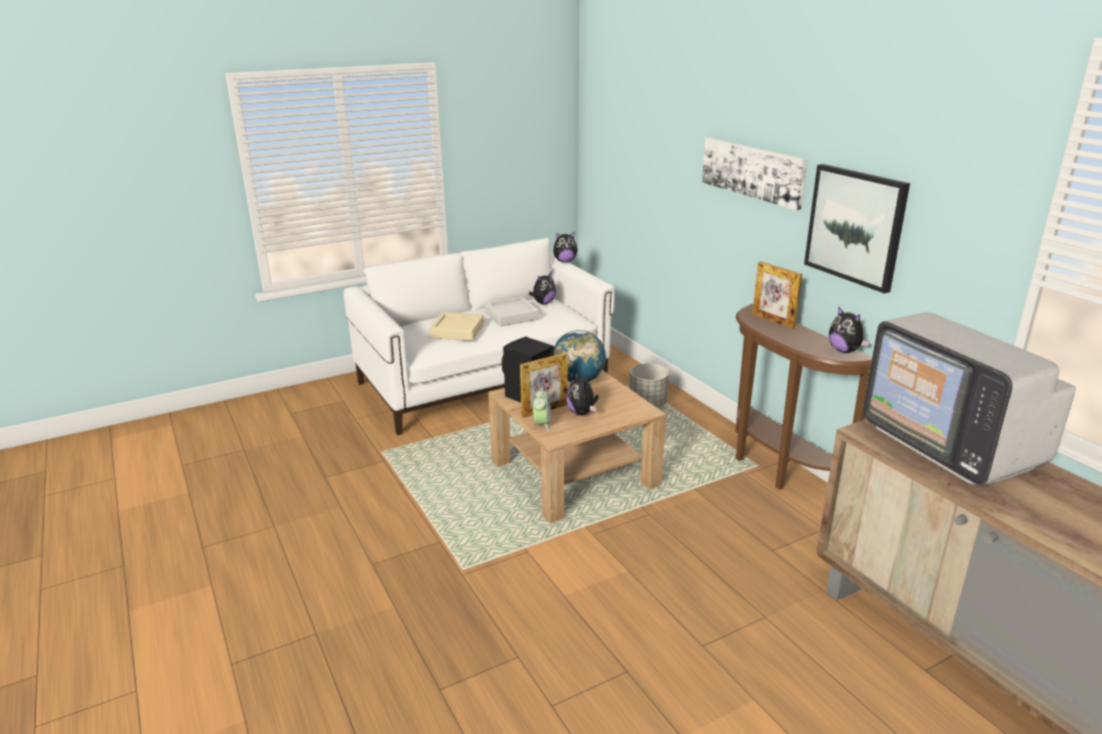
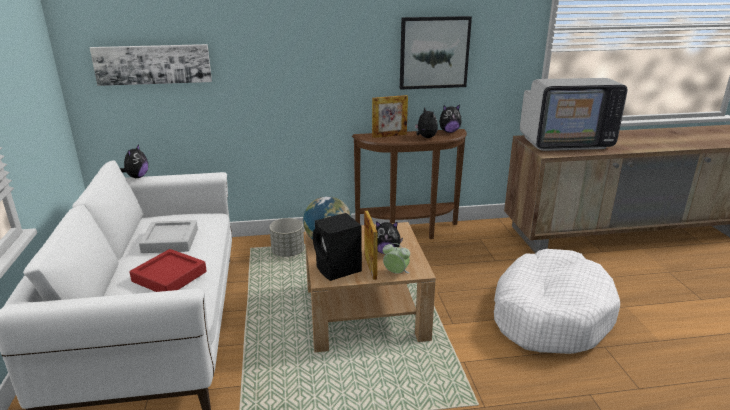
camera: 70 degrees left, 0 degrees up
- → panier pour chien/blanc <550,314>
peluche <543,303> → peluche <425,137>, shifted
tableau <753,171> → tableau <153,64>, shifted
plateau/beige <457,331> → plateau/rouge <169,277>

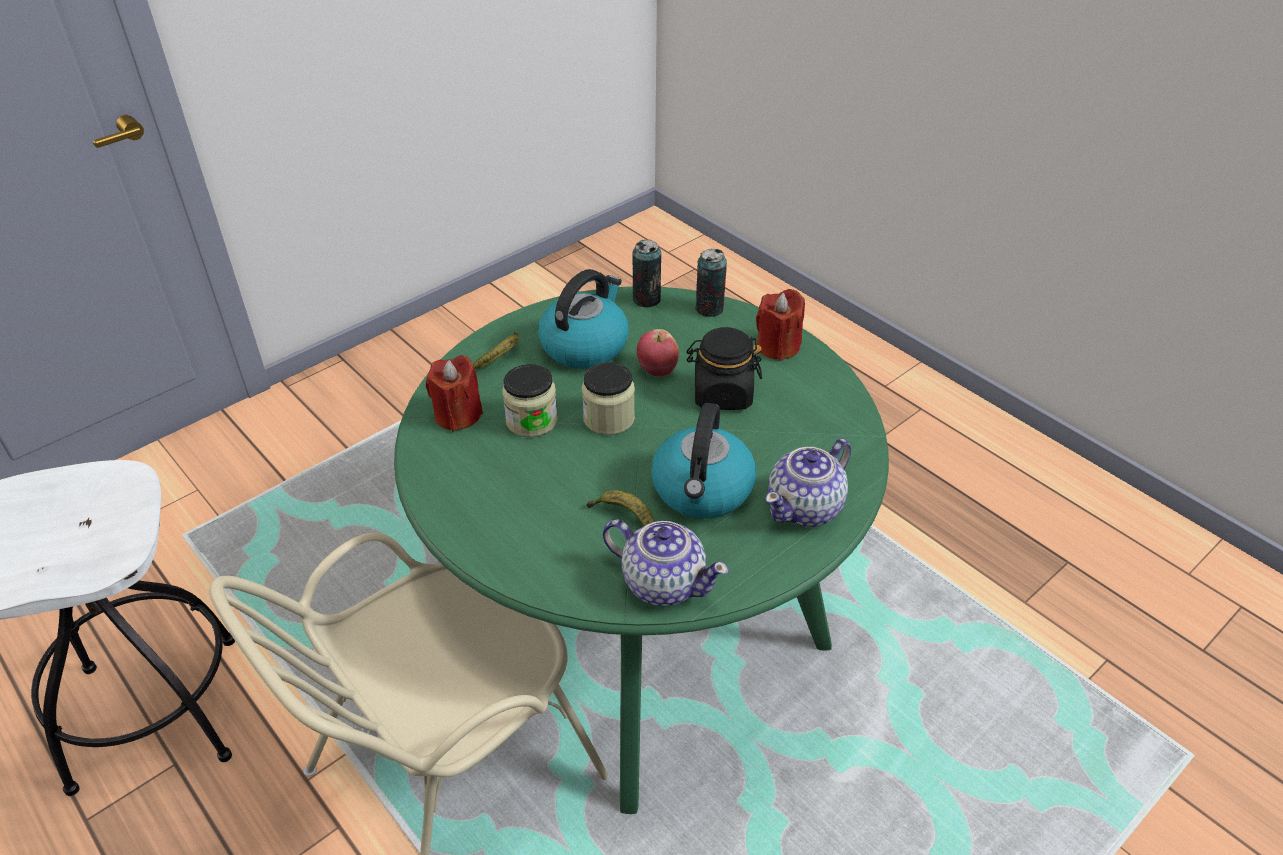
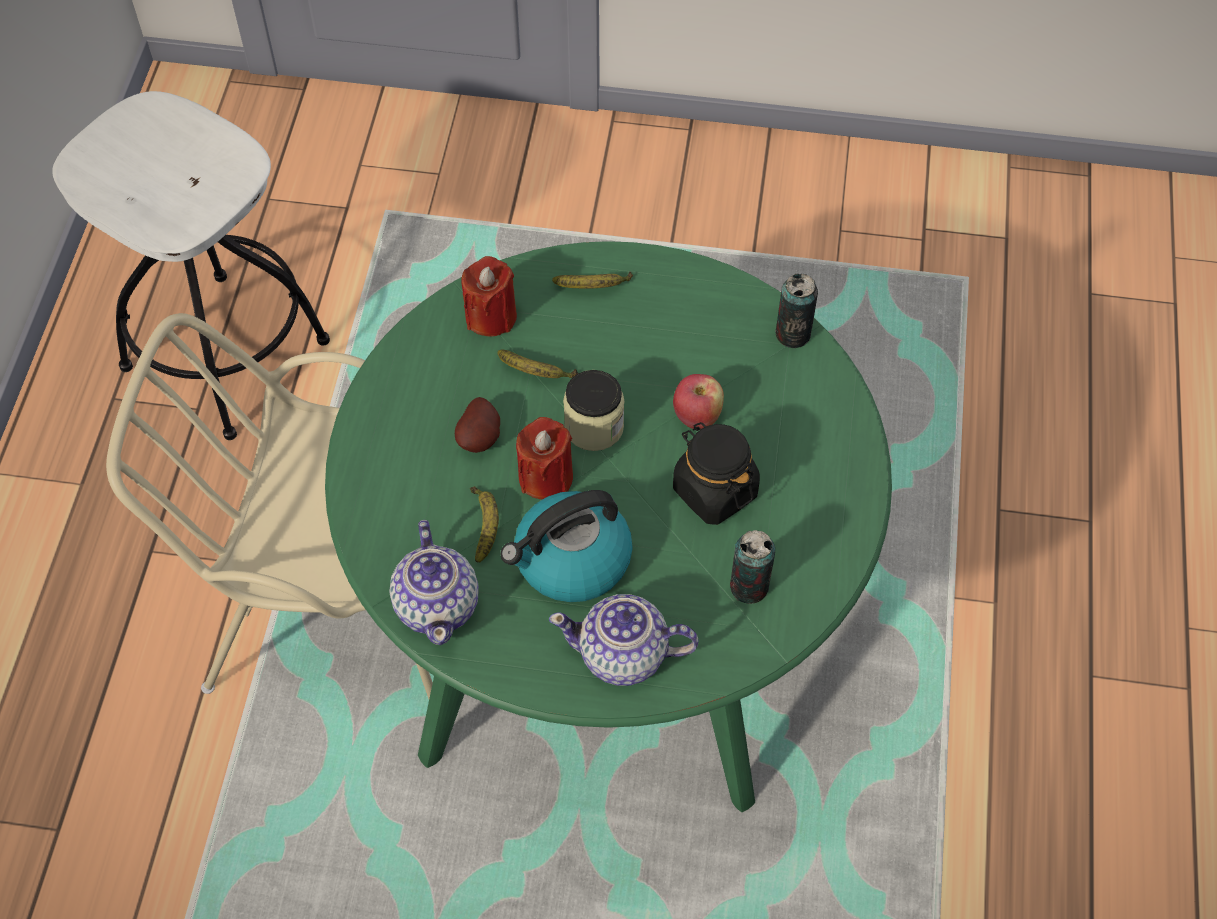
camera: 50 degrees right, 15 degrees up
bouilloire <585,345> → -
- → pomme de terre <481,438>
boîte métallique <709,309> → boîte métallique <749,587>, shifted
bougie/rouge <778,346> → bougie/rouge <545,477>, shifted
bocal <531,420> → banane <535,373>

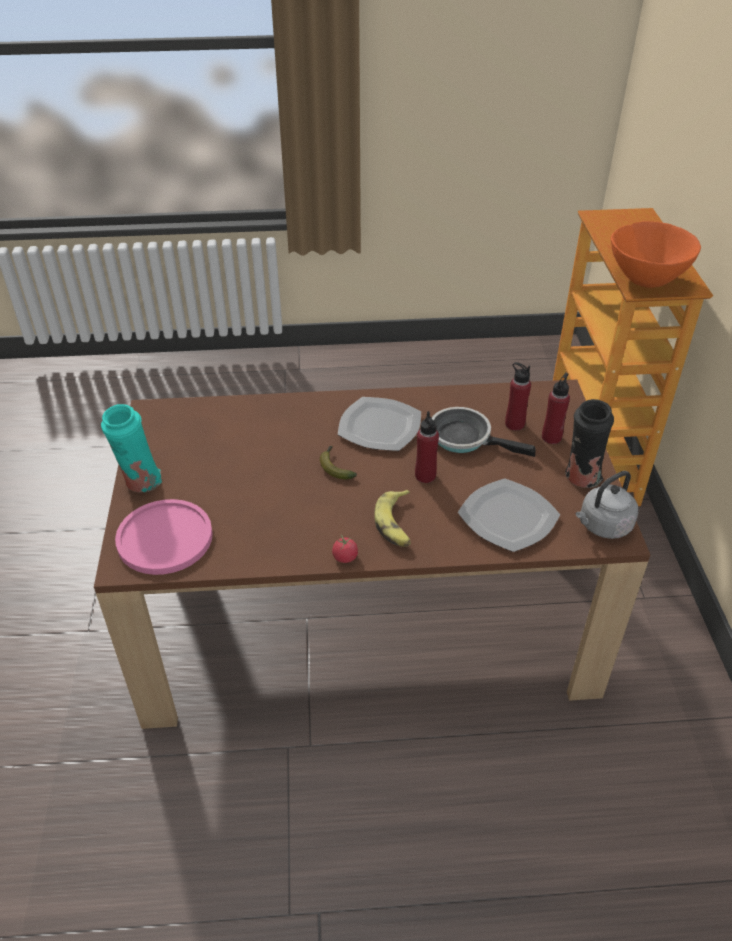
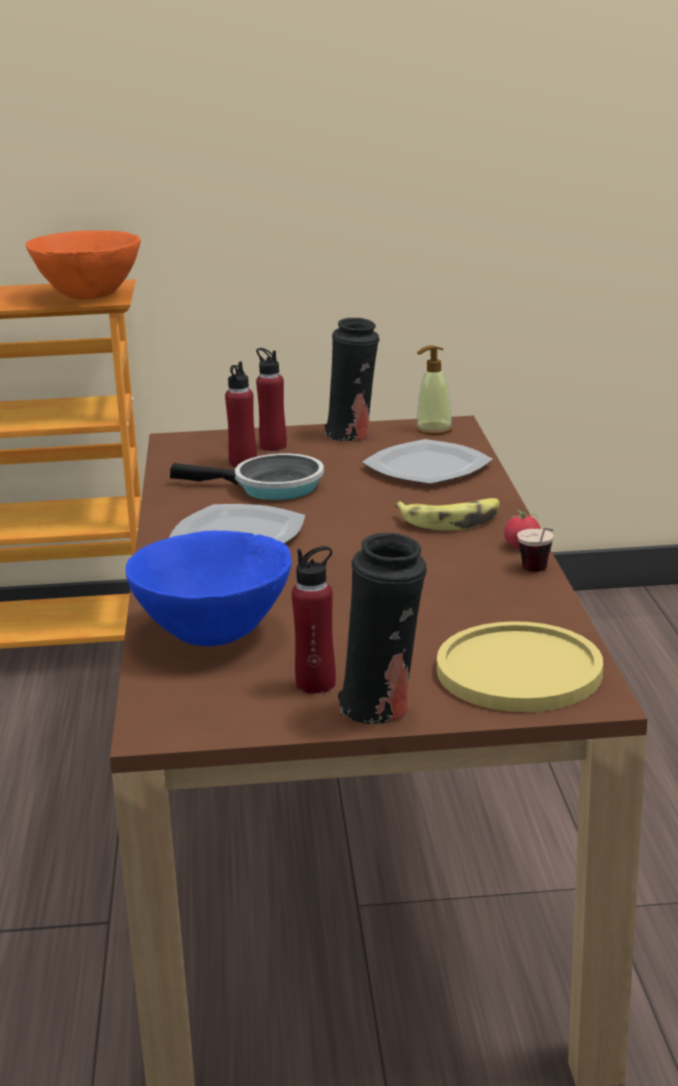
camera: 90 degrees left, 20 degrees down
banane <335,467> → -
- → bol/bleu <214,636>
- → tasse <539,573>
bouteille/rouge <425,476> → bouteille/rouge <316,684>, shifted
bouilloire/gris <603,526> → distributeur de savon <433,430>
vase/turquoise <140,483> → vase/noir <383,709>
assiette/rose <165,538> → assiette/jaune <519,671>
poêle <465,438> → poêle <270,487>, 105 degrees counterclockwise

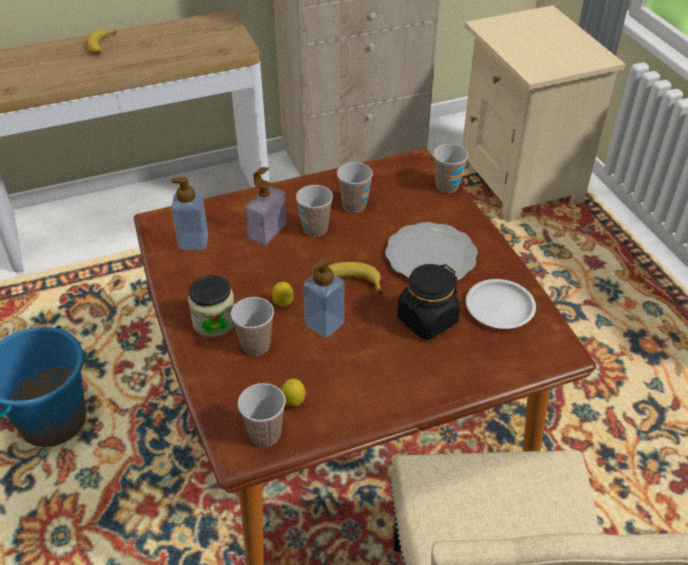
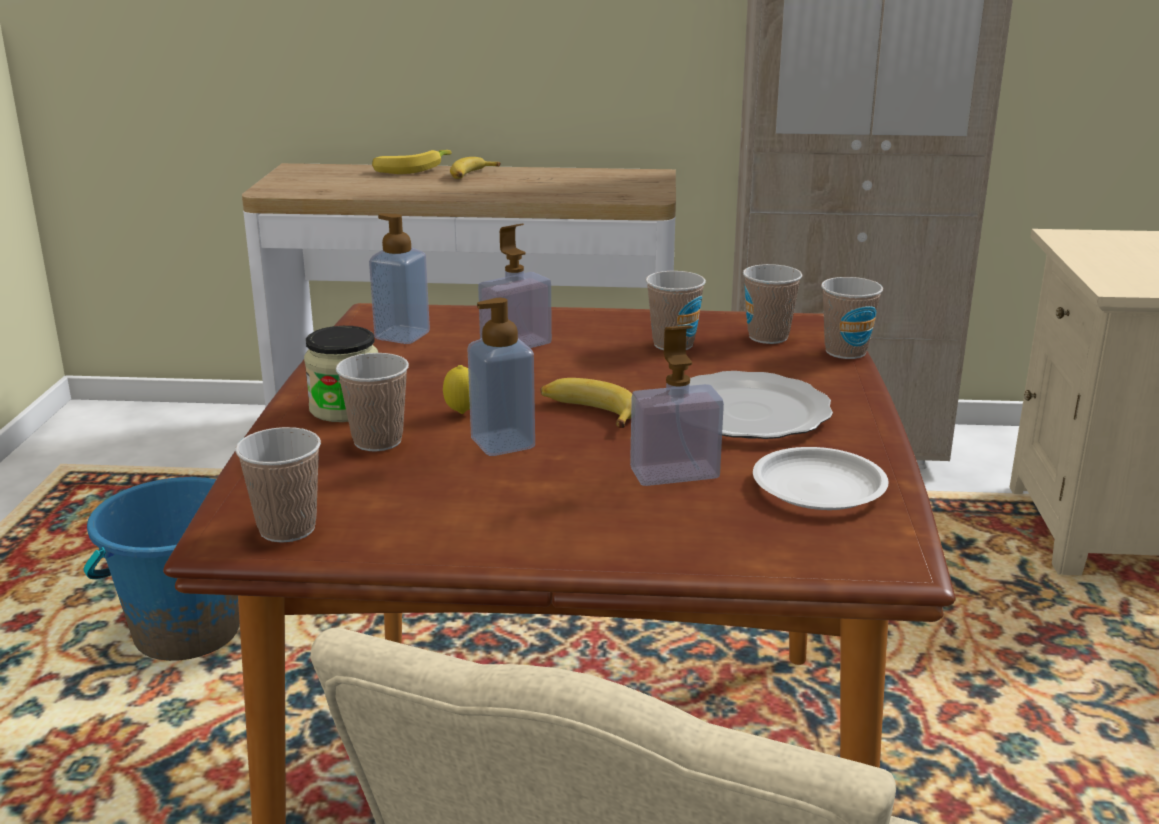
camera: 25 degrees right, 20 degrees down
citron <294,403> → -
- → banane <411,169>
tasse <315,229> → tasse <768,337>, shifted
bocal/noir <427,320> → distributeur de savon <674,473>

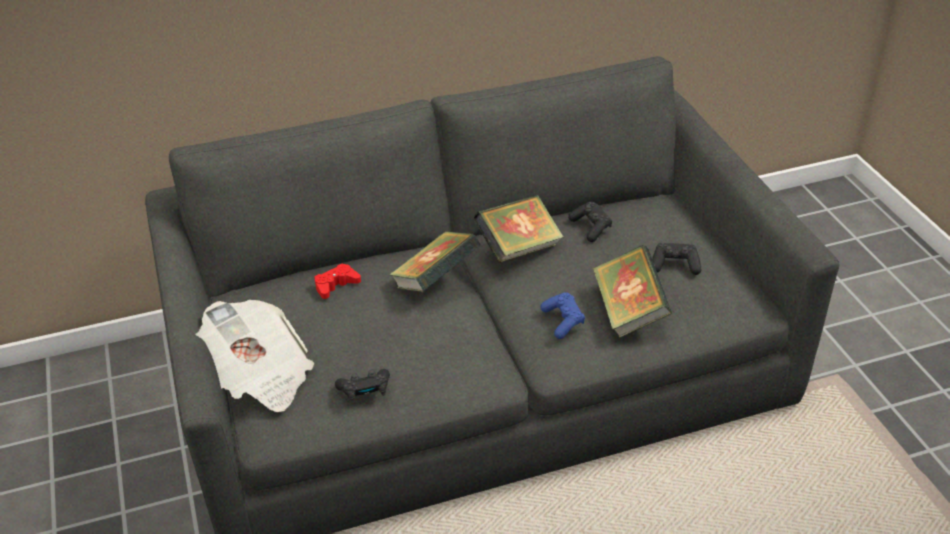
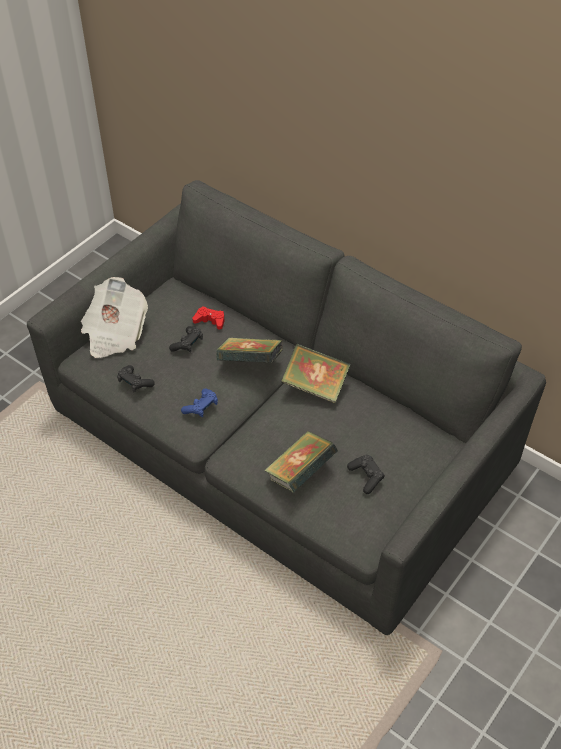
camera: 55 degrees right, 10 degrees up
manette/bleu <563,321> → manette/bleu <201,407>, shifted
manette/noir <591,228> → manette/noir <187,344>, shifted

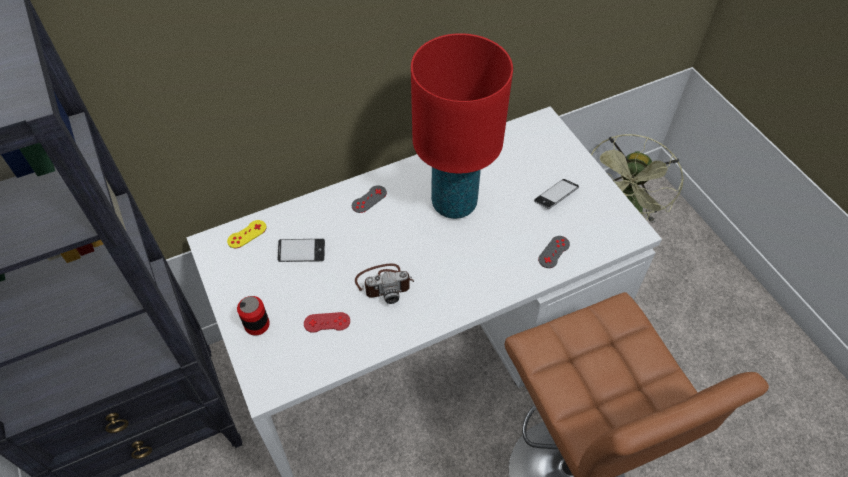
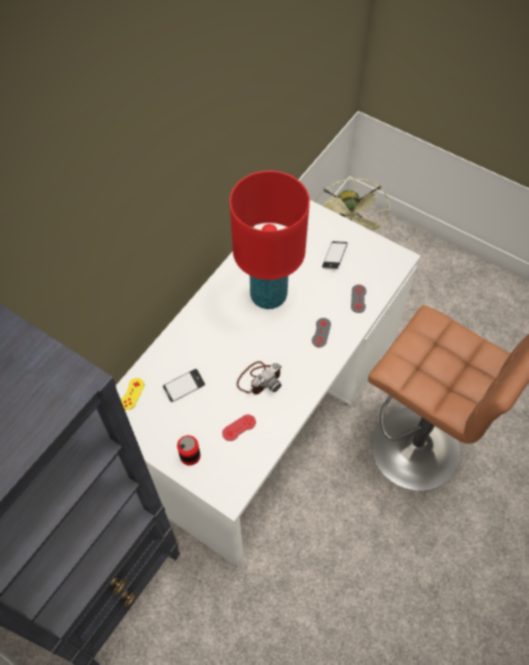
camera: 30 degrees left, 5 degrees up
manette/gris <369,199> → manette/gris <321,332>, shifted

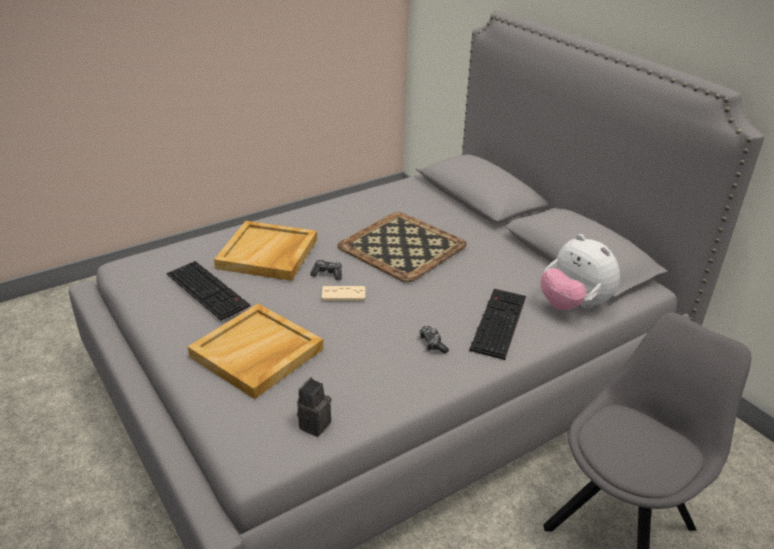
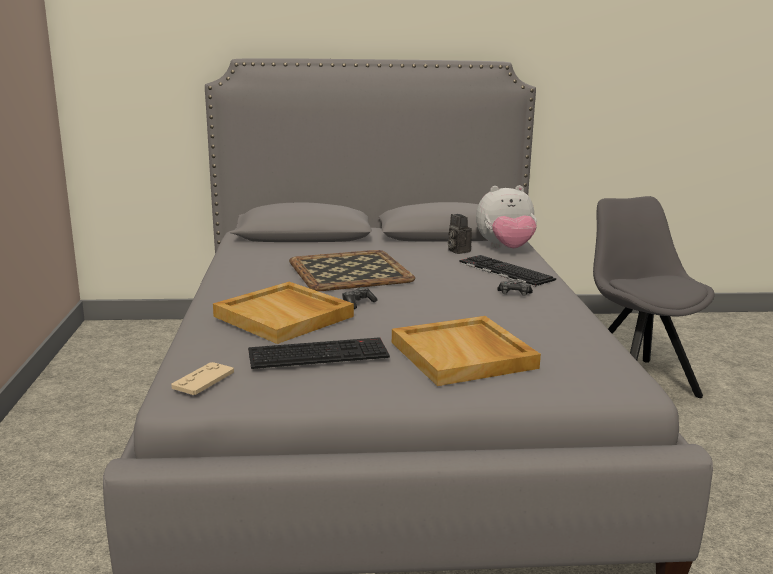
camera: 60 degrees left, 15 degrees down
appareil photo <314,423> → appareil photo <457,251>, shifted
manette/beige <343,294> → manette/beige <203,380>, shifted

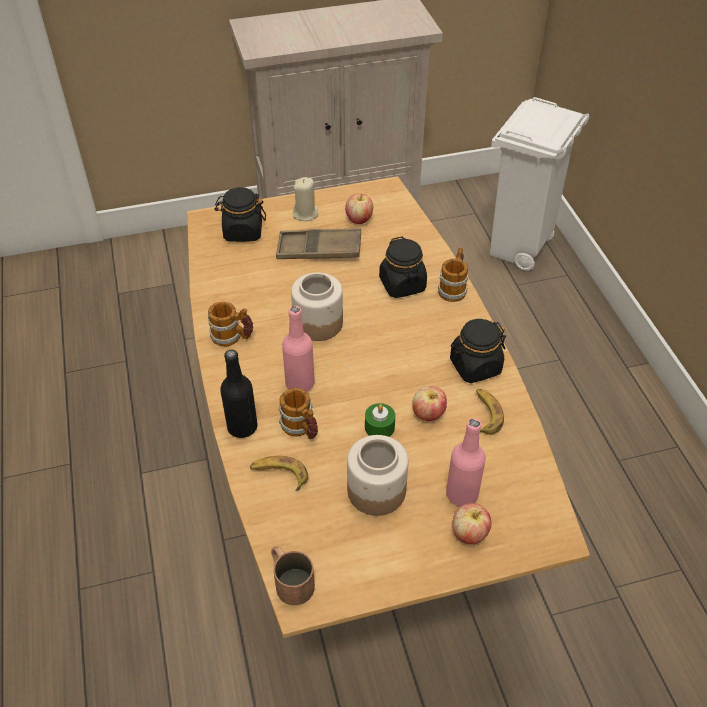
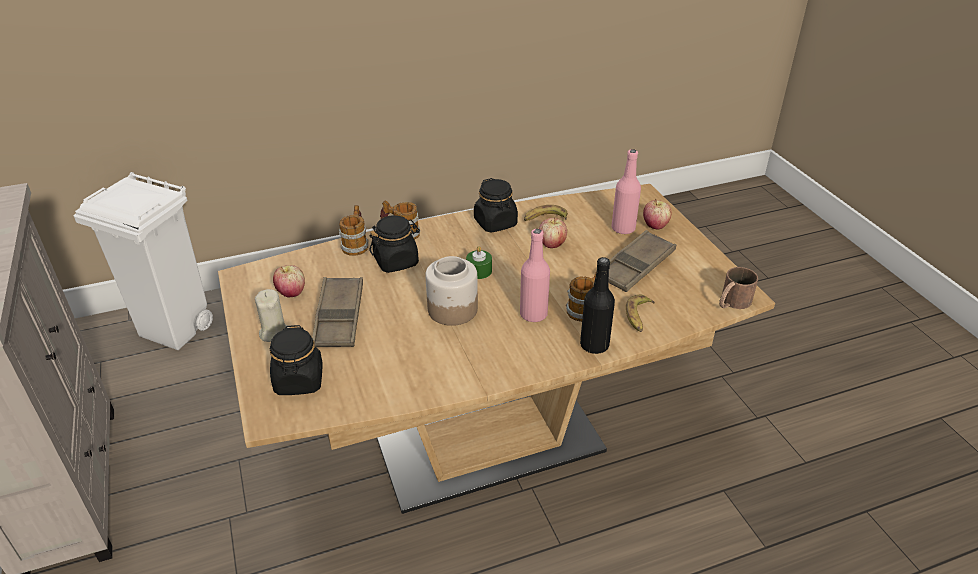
camera: 95 degrees left, 10 degrees down
mug <232,337> → mug <356,244>, shifted
bougie/vert <379,427> → bougie/vert <479,271>, shifted
bocal <376,491> → plateau/marron <635,266>

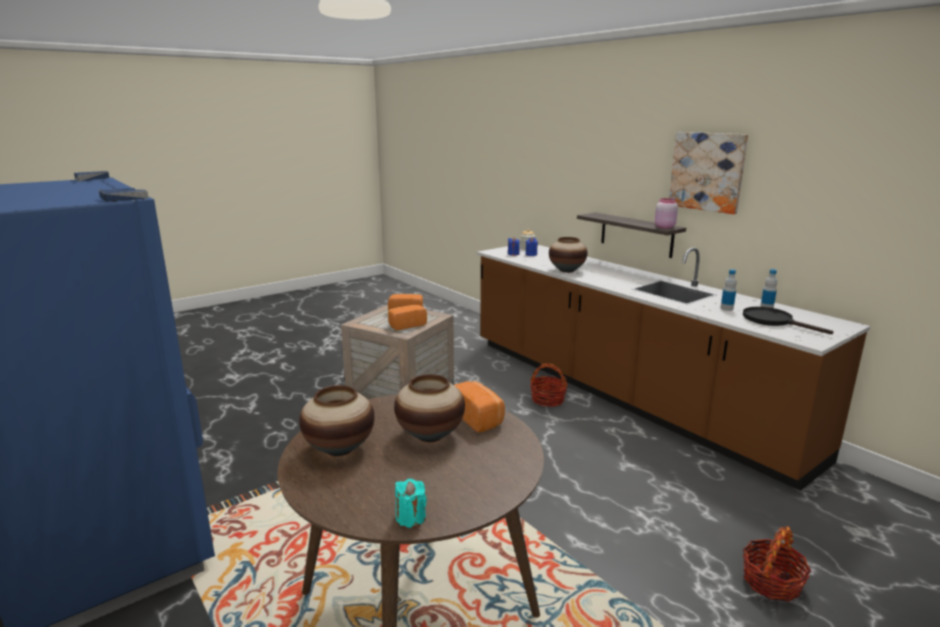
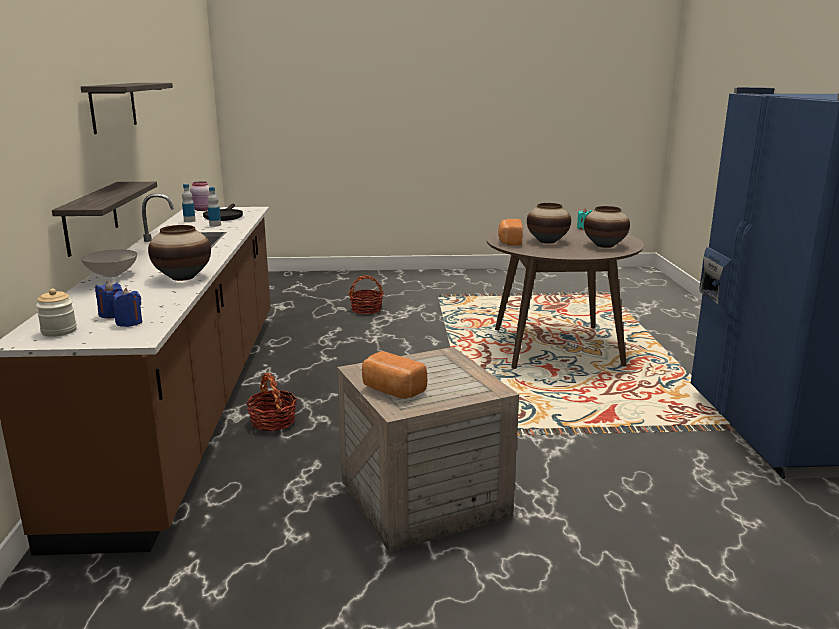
camera: 145 degrees left, 0 degrees up
pain <406,325> → -
- → bol/blanc <112,275>
bocal/rose <664,227> → bocal/rose <202,210>, shifted
tableau <707,171> → étagère <113,106>

